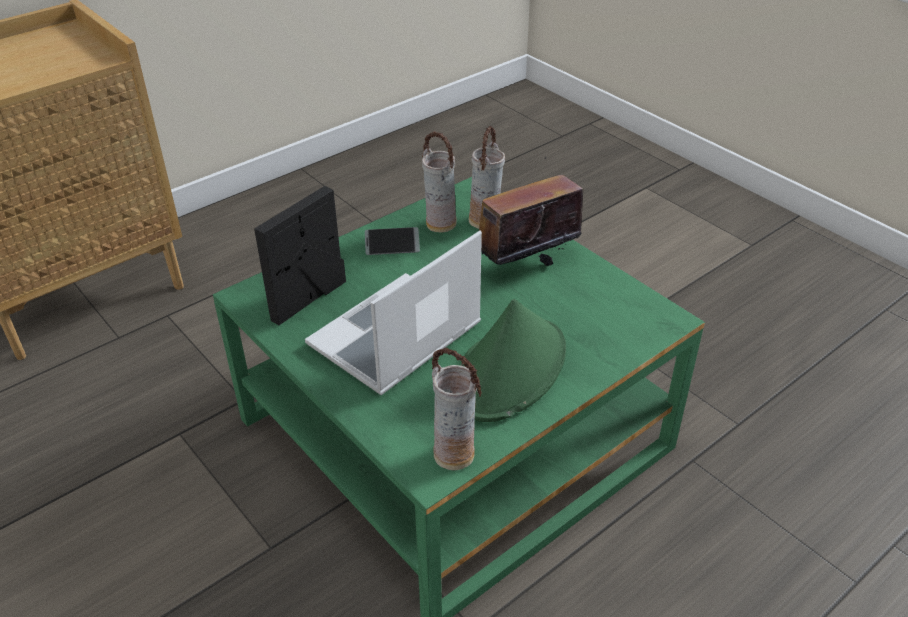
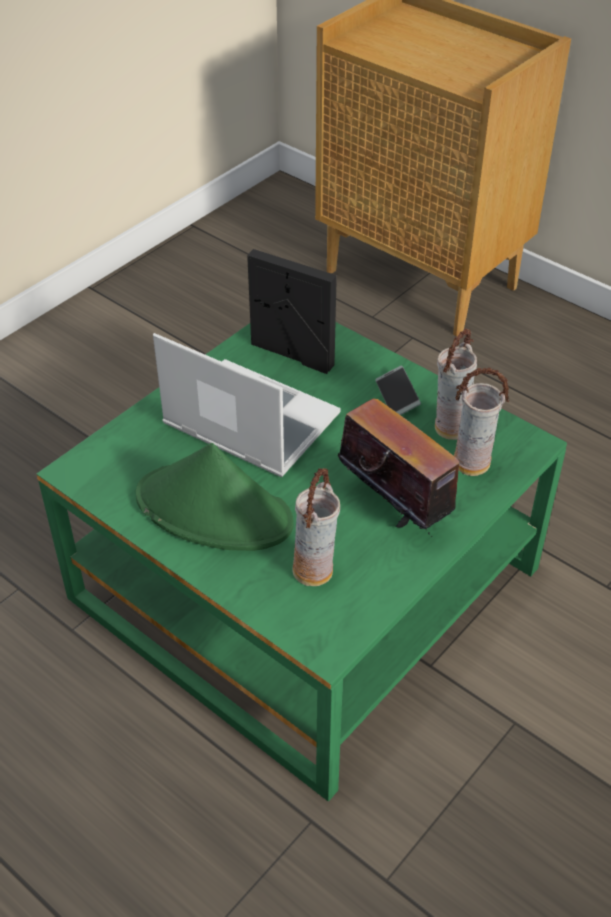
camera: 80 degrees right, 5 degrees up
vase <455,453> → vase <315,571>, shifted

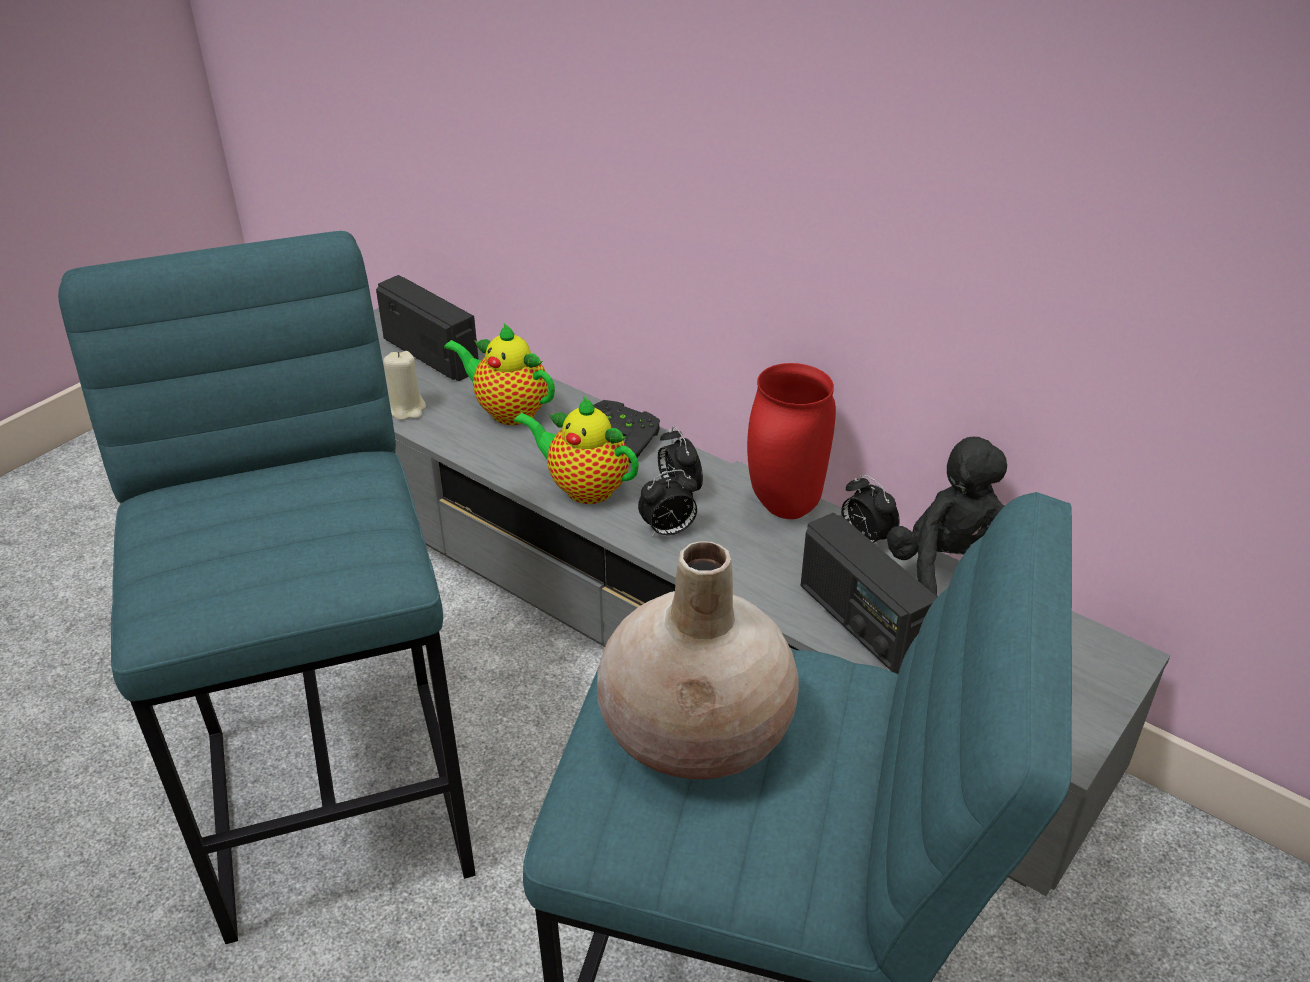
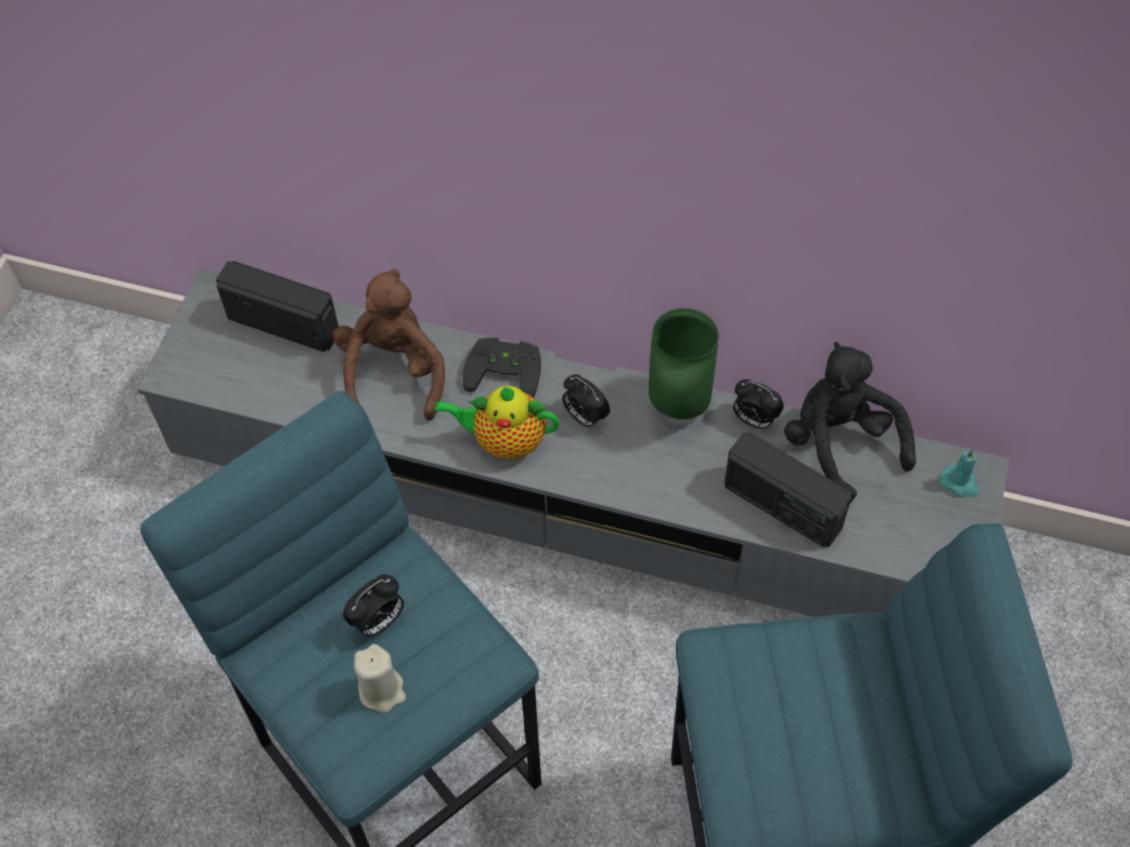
camera: 20 degrees left, 20 degrees up
vase/beige <697,735> → -
- → bougie/turquoise <960,483>
bougie/beige <407,409> → bougie/beige <382,690>, shifted
réveil <668,531> → réveil <378,621>, shifted
théière <508,411> → peluche/marron <393,372>
vase/rouge <786,509> → vase/vert <680,408>

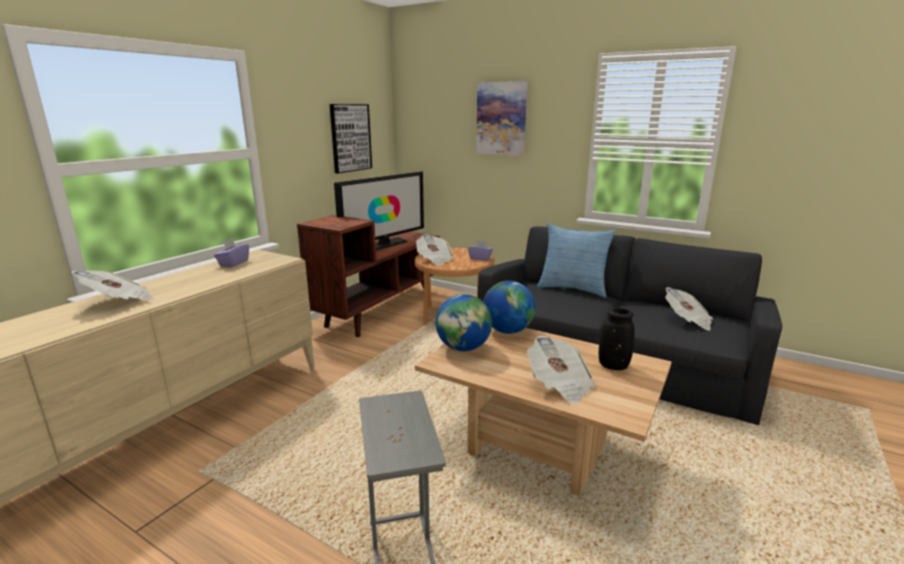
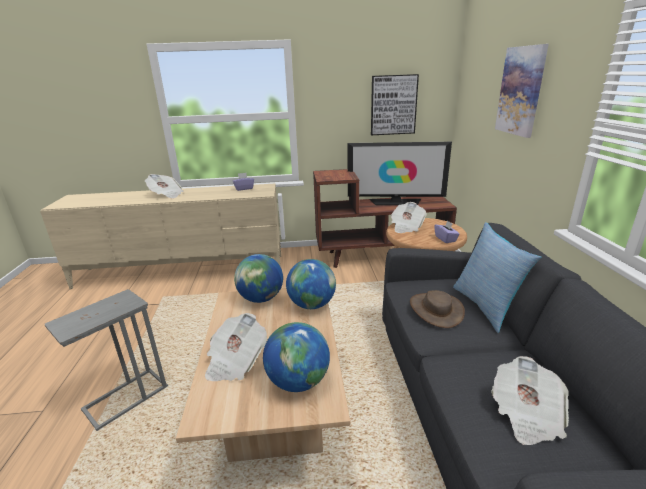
camera: 55 degrees right, 5 degrees up
- → chapeau/marron <436,310>
vase/noir <613,366> → globe <298,381>

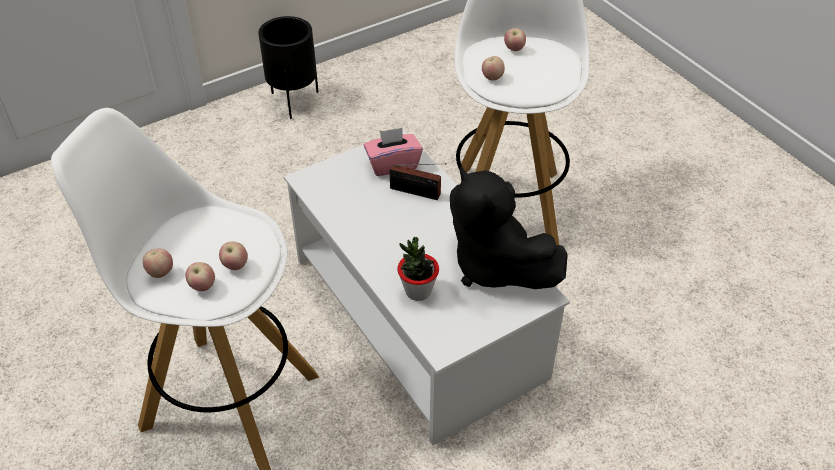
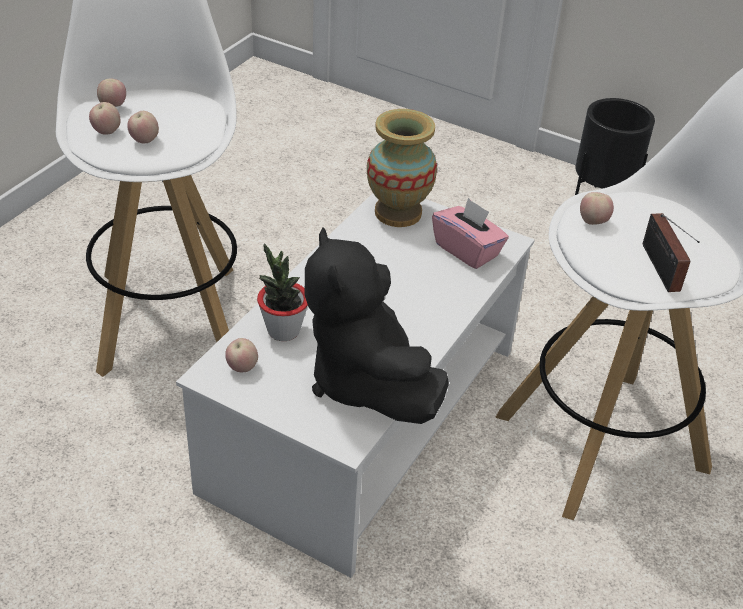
camera: 60 degrees right, 5 degrees down
- → vase <398,213>
radio <417,193> → radio <661,270>, shifted
pomme <514,49> → pomme <242,367>, shifted
peluche/noir <494,266> → peluche/noir <366,382>, 45 degrees counterclockwise

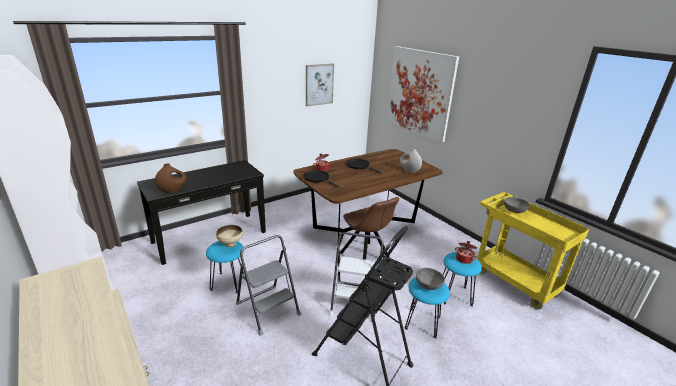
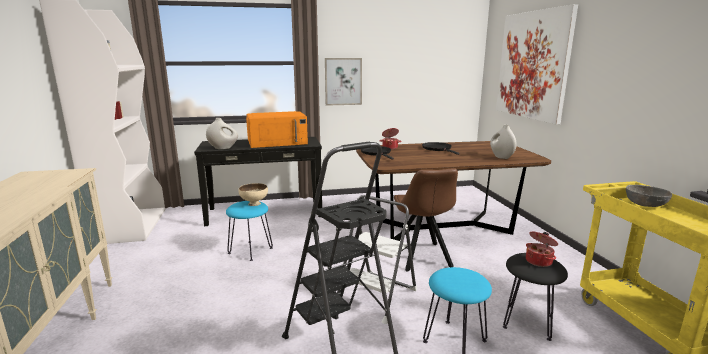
camera: 25 degrees right, 10 degrees down
escabeau/gris <267,307> → -
bol/gris <428,285> → -
- → micro-ondes/orange <278,142>
tableau <319,84> → tableau <343,81>, shifted
vase/marron <173,190> → vase/blanc <223,148>
tabouret/turquoise <455,295> → tabouret/noir <528,321>

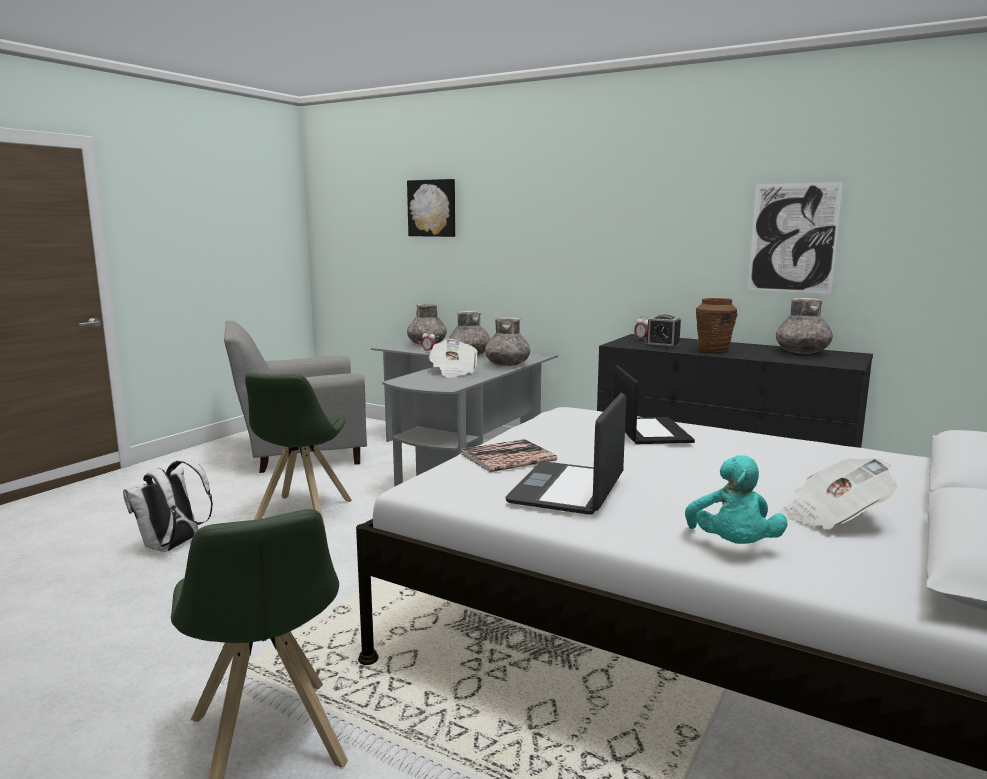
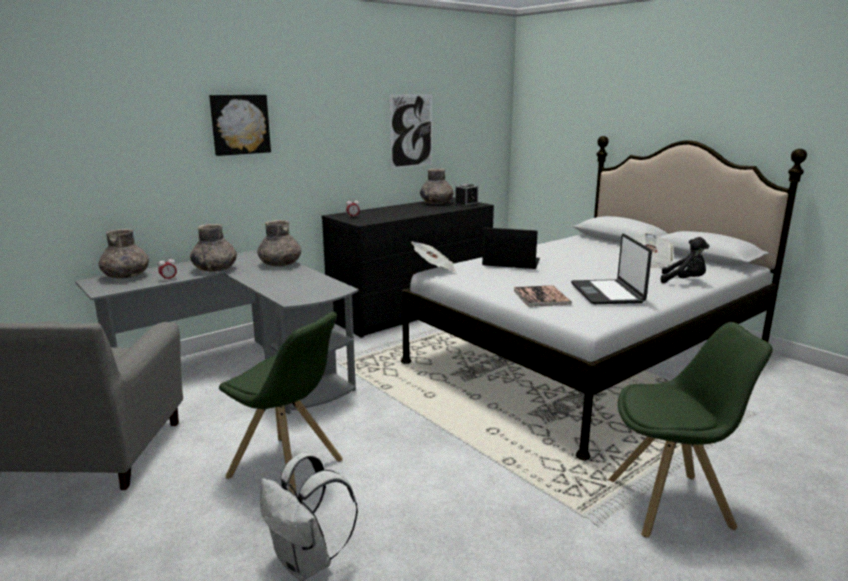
camera: 70 degrees left, 5 degrees up
vase/marron <713,351> → -
tableau <432,208> → tableau <240,124>, shifted
journal <453,372> → journal <434,268>, shifted
réveil <662,346> → réveil <466,204>, shifted
peluche/turquoise <733,546> → peluche/noir <684,281>
ordinateur portable <568,490> → ordinateur portable <607,293>, 45 degrees clockwise

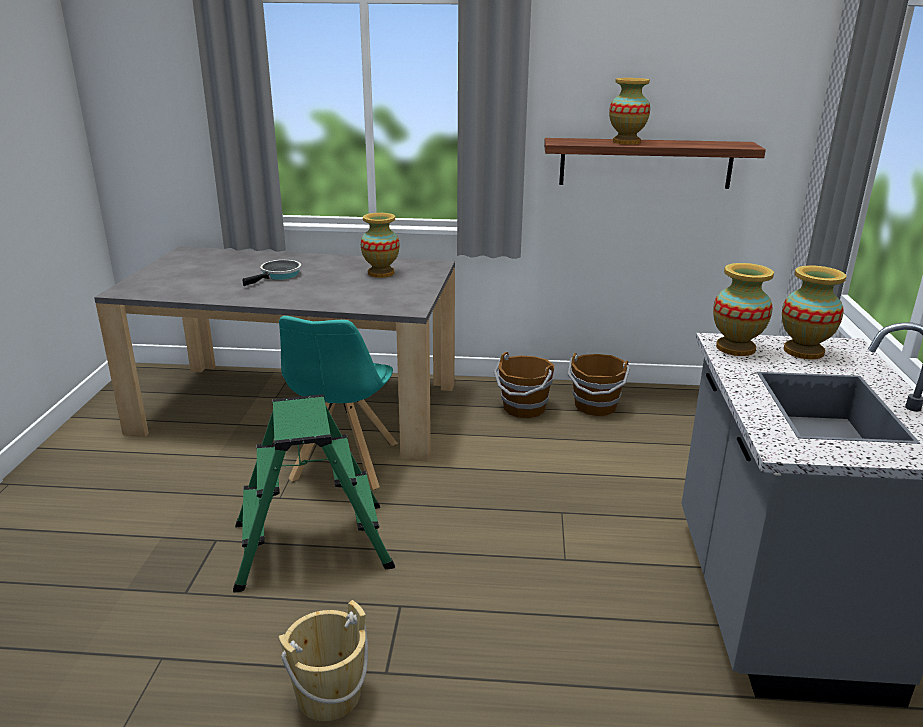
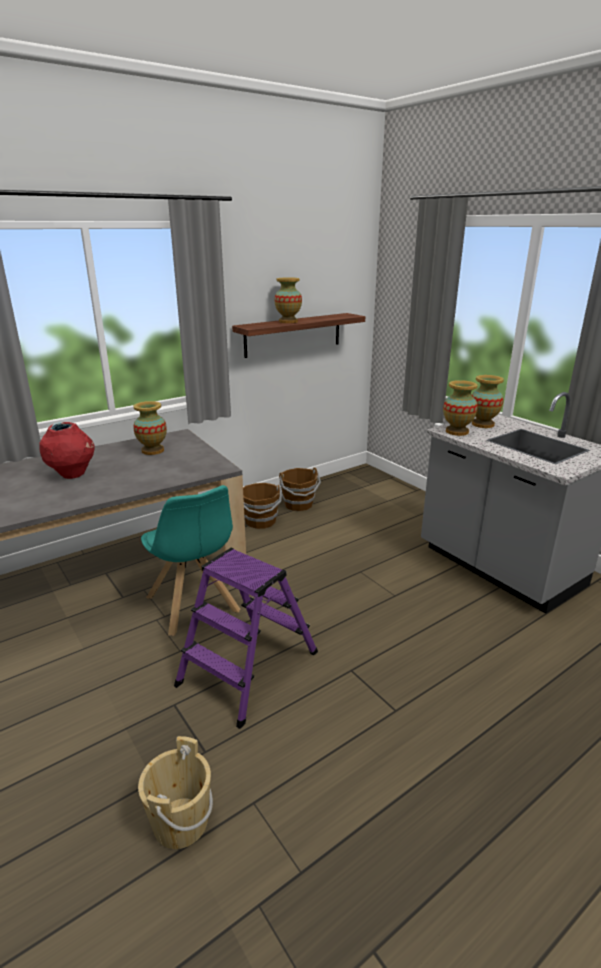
camera: 40 degrees left, 0 degrees up
seau/beige <329,695> → seau/beige <180,822>, shifted
poêle <279,275> → vase/rouge <72,475>
escabeau/vert <312,545> → escabeau/violet <249,667>

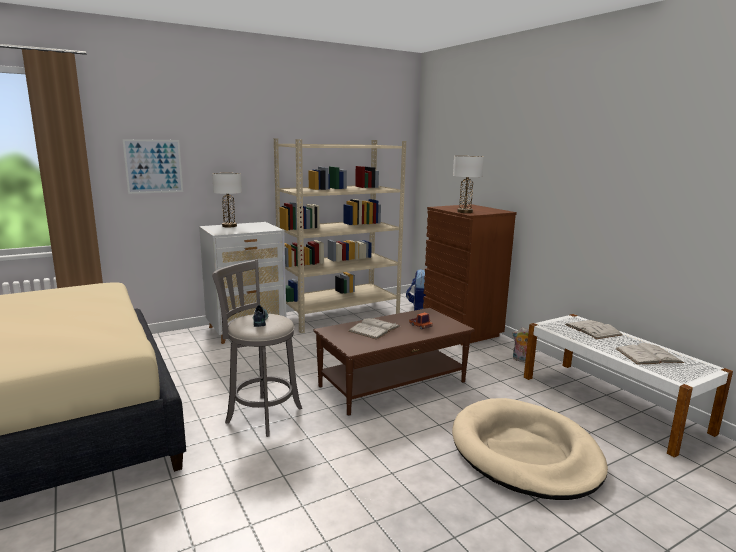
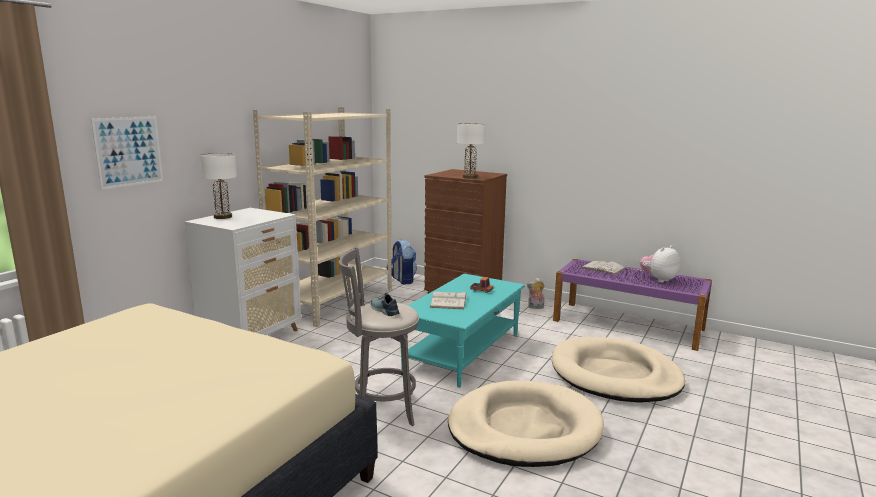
camera: 30 degrees left, 0 degrees up
- → panier pour chien/beige <524,429>
livre/blanc <648,355> → peluche <658,279>
table basse/marron <393,384> → table basse/turquoise <463,352>
banc/blanc <611,403> → banc/violet <628,324>

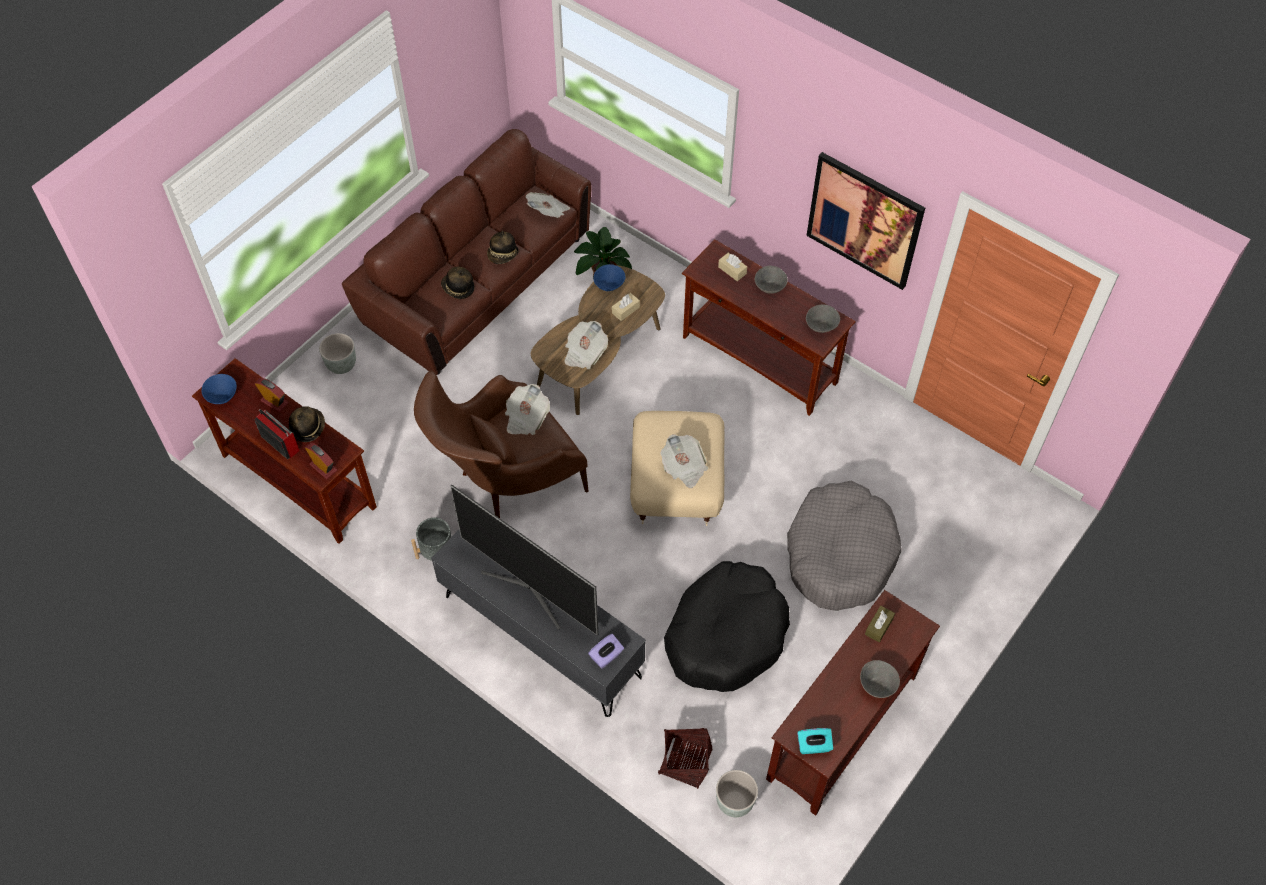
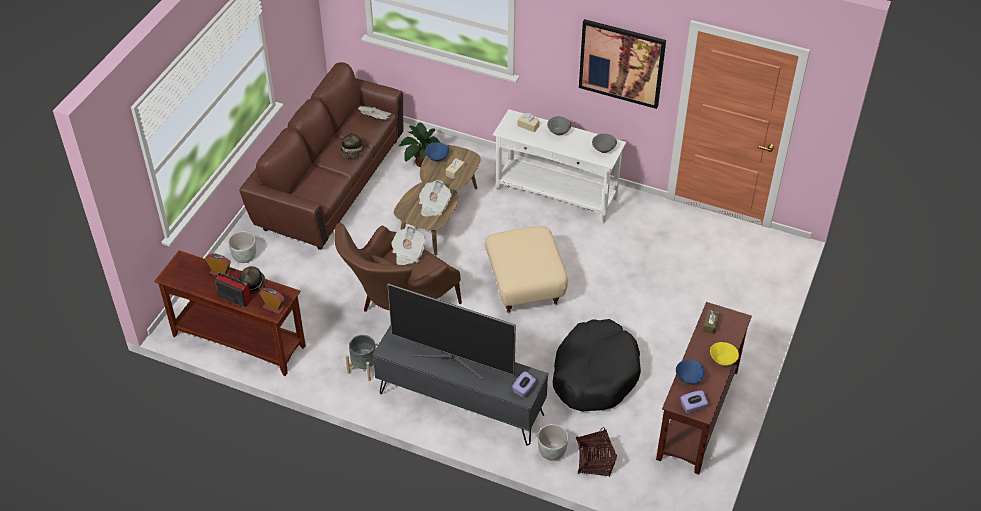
camera: 15 degrees left, 10 degrees down
chapeau <458,288> → -
journal <684,468> → -
panier pour chien/gris <840,554> → -
bol/bleu <222,397> → bol/bleu <689,379>, shifted
cache-pot/gris <734,801> → cache-pot/gris <551,452>, shifted
table console/marron <760,360> → table console/blanc <557,194>
boîte à mouchoirs/turquoise <813,746> → boîte à mouchoirs/violet <693,407>
bol/gris <877,684> → bol/jaune <722,360>

